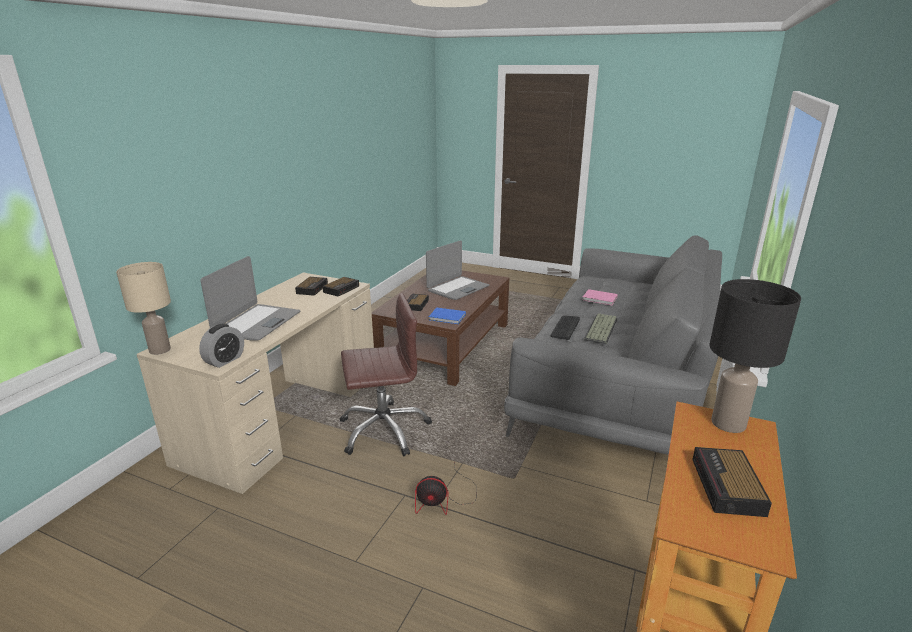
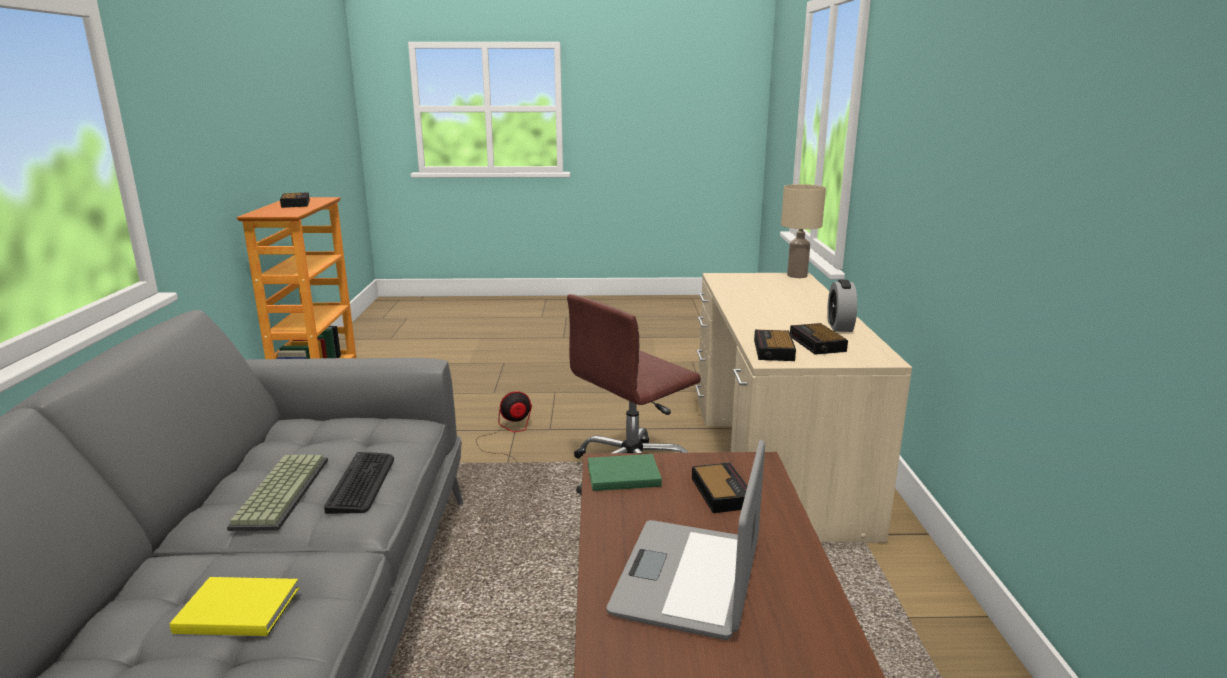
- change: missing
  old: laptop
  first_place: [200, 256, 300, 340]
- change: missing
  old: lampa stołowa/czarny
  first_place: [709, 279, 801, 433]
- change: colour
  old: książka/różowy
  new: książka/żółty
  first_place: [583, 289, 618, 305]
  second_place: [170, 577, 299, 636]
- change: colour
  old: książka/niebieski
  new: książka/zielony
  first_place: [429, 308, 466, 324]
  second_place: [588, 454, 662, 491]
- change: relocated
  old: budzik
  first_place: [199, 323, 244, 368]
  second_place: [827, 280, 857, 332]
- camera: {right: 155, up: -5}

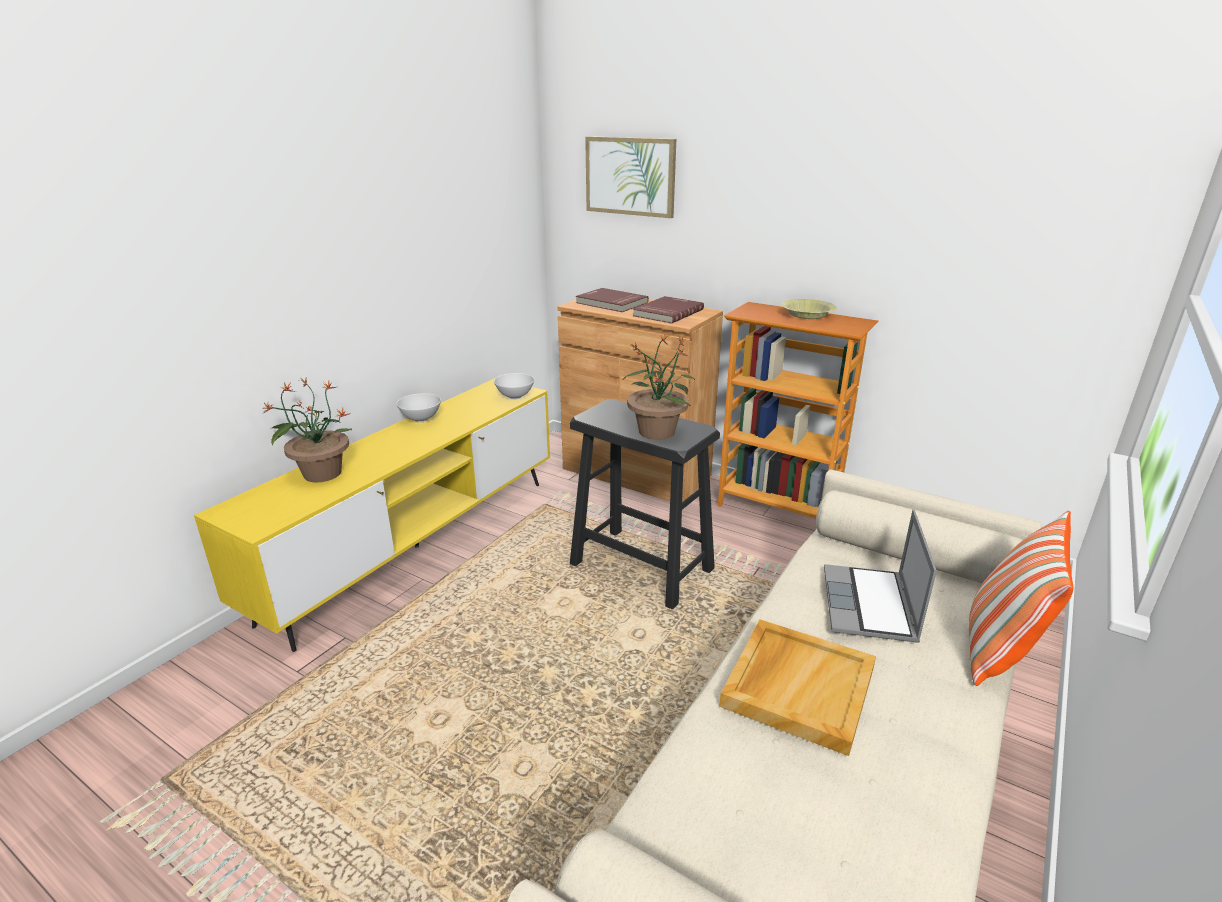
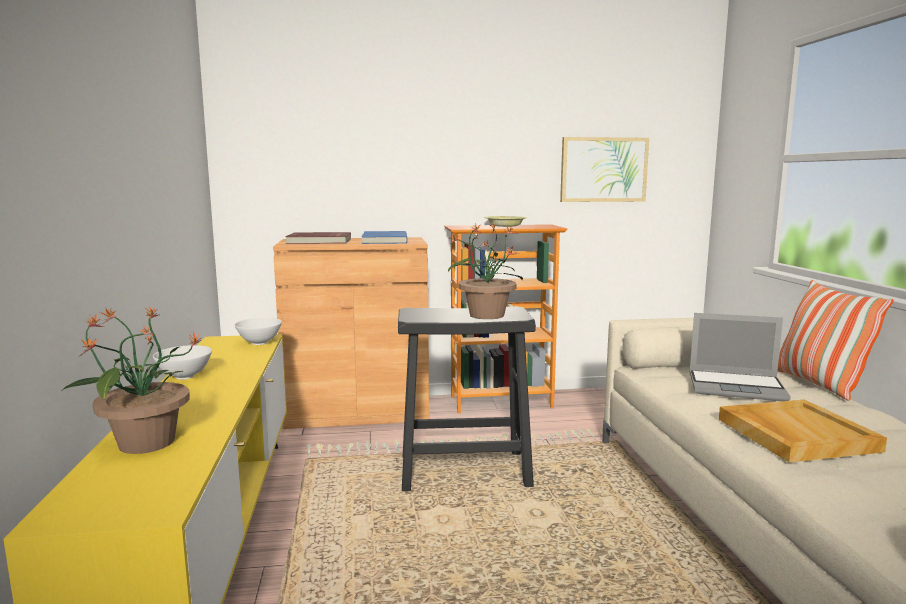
- change: relocated
  old: obraz
  first_place: [585, 136, 676, 218]
  second_place: [560, 137, 649, 202]
- change: colour
  old: książka/czerwony
  new: książka/niebieski
  first_place: [633, 296, 704, 324]
  second_place: [362, 231, 408, 244]
- change: spun
  old: laptop
  first_place: [824, 510, 937, 643]
  second_place: [689, 313, 791, 401]
  degrees: -45
- camera: {right: -40, up: -15}

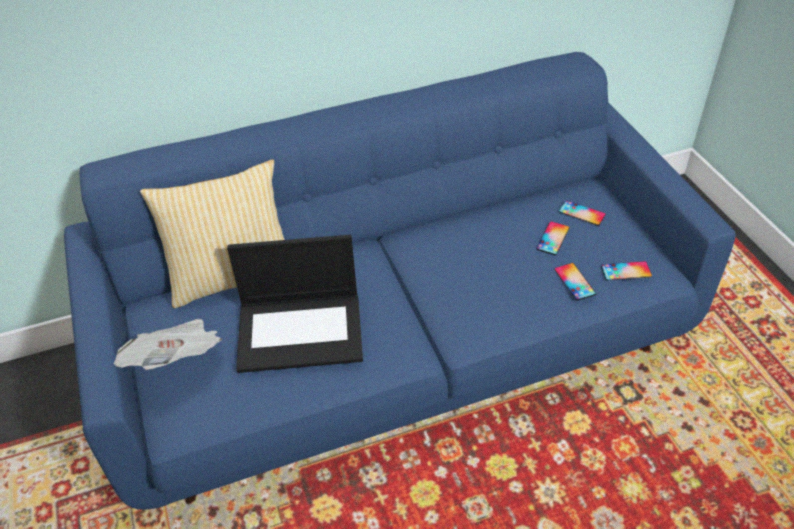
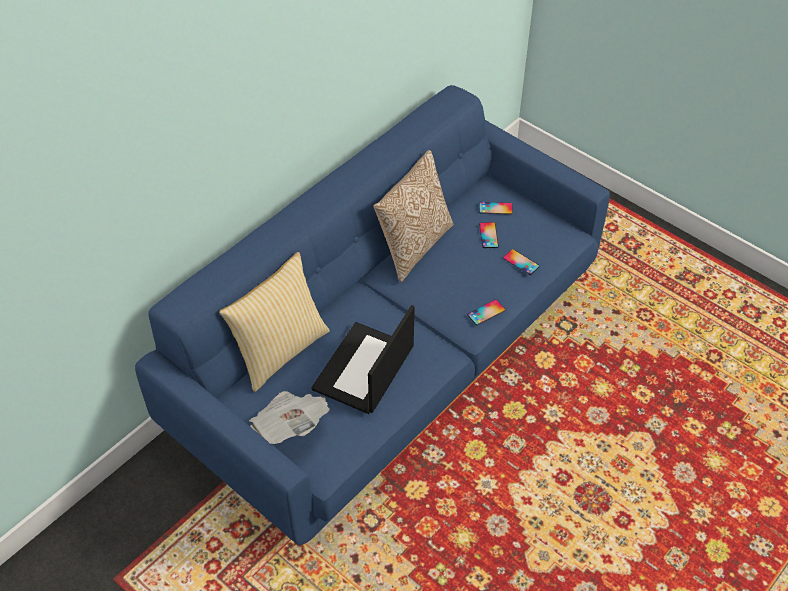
- change: spun
  old: laptop
  first_place: [227, 235, 363, 373]
  second_place: [311, 305, 415, 414]
  degrees: 150
- change: relocated
  old: telefon
  first_place: [601, 261, 652, 280]
  second_place: [467, 300, 505, 325]
- change: appeared
  new: poduszka
  second_place: [373, 150, 454, 282]
- camera: {right: -30, up: 5}

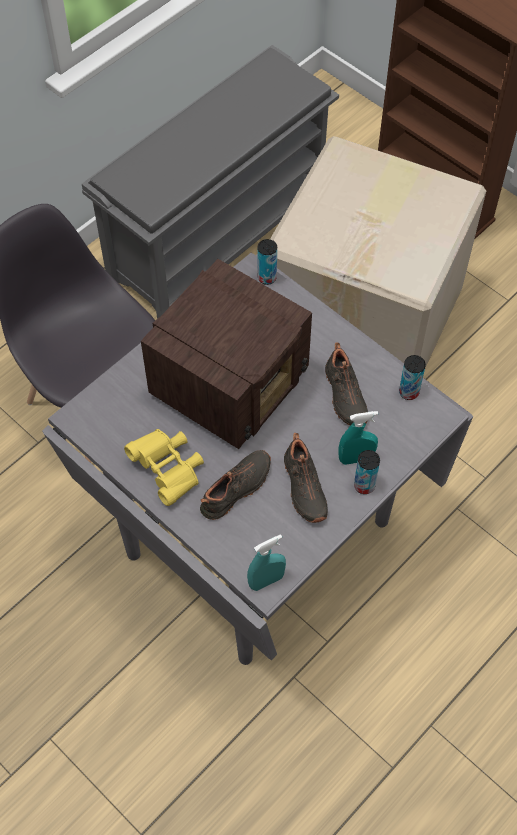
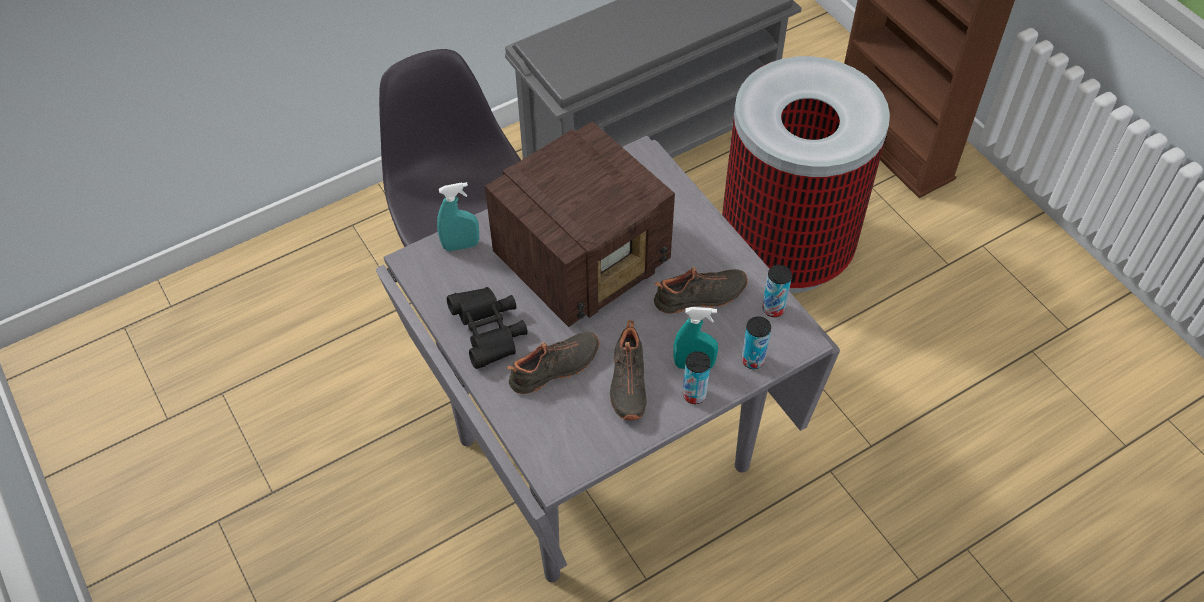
- change: exchanged
  old: karton
  new: kosz na śmieci
  first_place: [270, 136, 486, 368]
  second_place: [722, 56, 890, 293]
- change: relocated
  old: puszka
  first_place: [258, 239, 277, 285]
  second_place: [741, 316, 771, 369]
- change: spun
  old: but/czarny
  first_place: [325, 343, 368, 426]
  second_place: [654, 267, 748, 313]
  degrees: -105
- change: colour
  old: lornetka/żółty
  new: lornetka/czarny
  first_place: [124, 429, 204, 506]
  second_place: [447, 287, 528, 369]
- change: relocated
  old: spryskiwacz/turkusowy
  first_place: [247, 534, 286, 591]
  second_place: [437, 182, 479, 251]
- camera: {right: 15, up: -5}

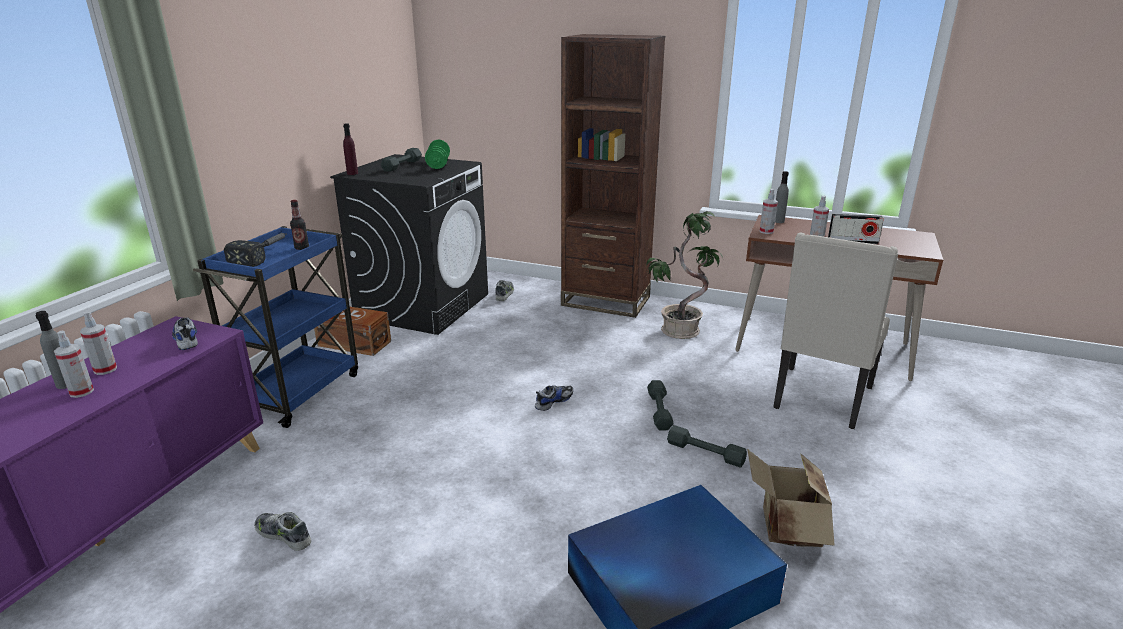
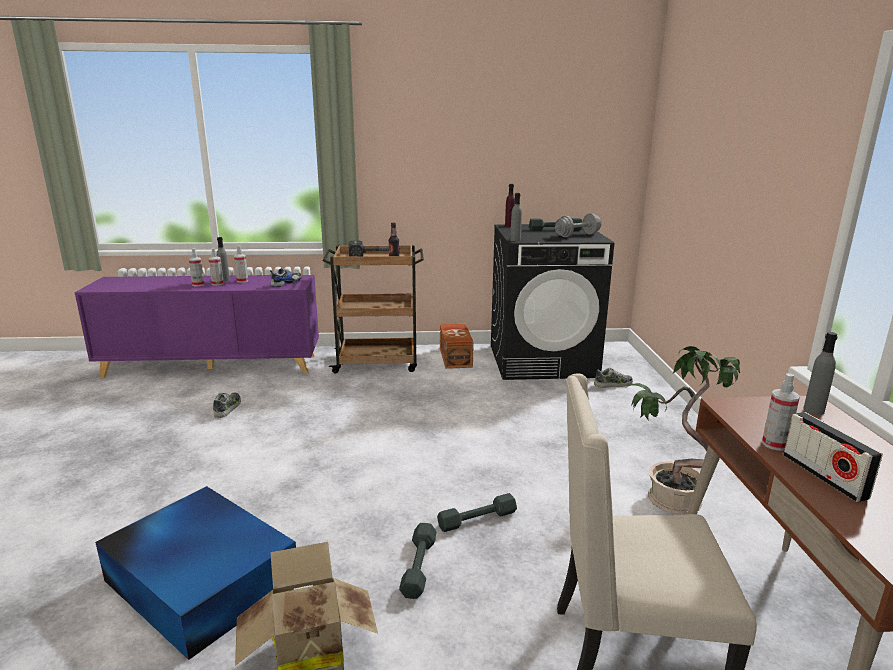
- change: missing
  old: regał/brązowy
  first_place: [561, 34, 665, 318]
- change: colour
  old: hantel/zielony
  new: hantel/szary
  first_place: [425, 140, 450, 169]
  second_place: [555, 213, 601, 237]
- change: relocated
  old: spryskiwacz
  first_place: [759, 189, 778, 234]
  second_place: [189, 248, 204, 286]
- change: colour
  old: wózek/niebieski
  new: wózek/brązowy
  first_place: [193, 226, 358, 428]
  second_place: [322, 245, 424, 373]
- change: missing
  old: but
  first_place: [535, 385, 573, 411]
- change: appeared
  new: butelka/szary
  second_place: [510, 193, 522, 241]
- camera: {right: 65, up: -5}

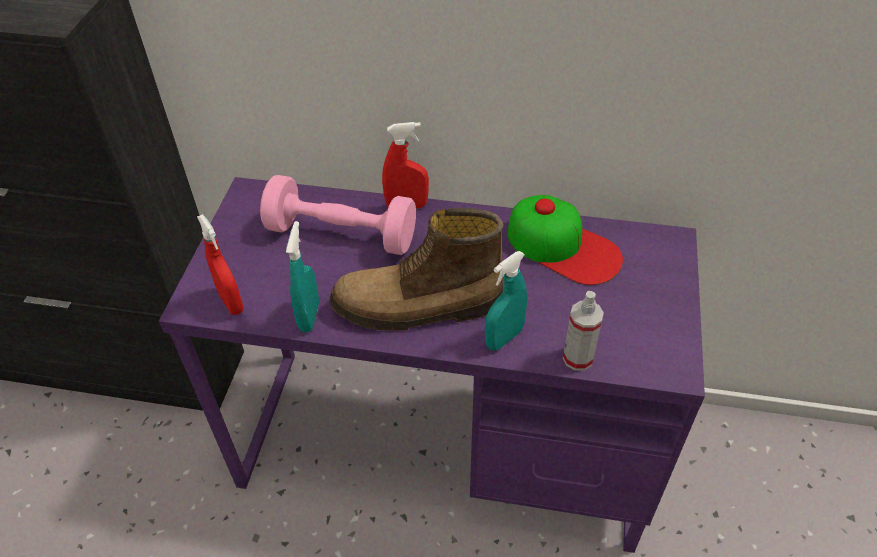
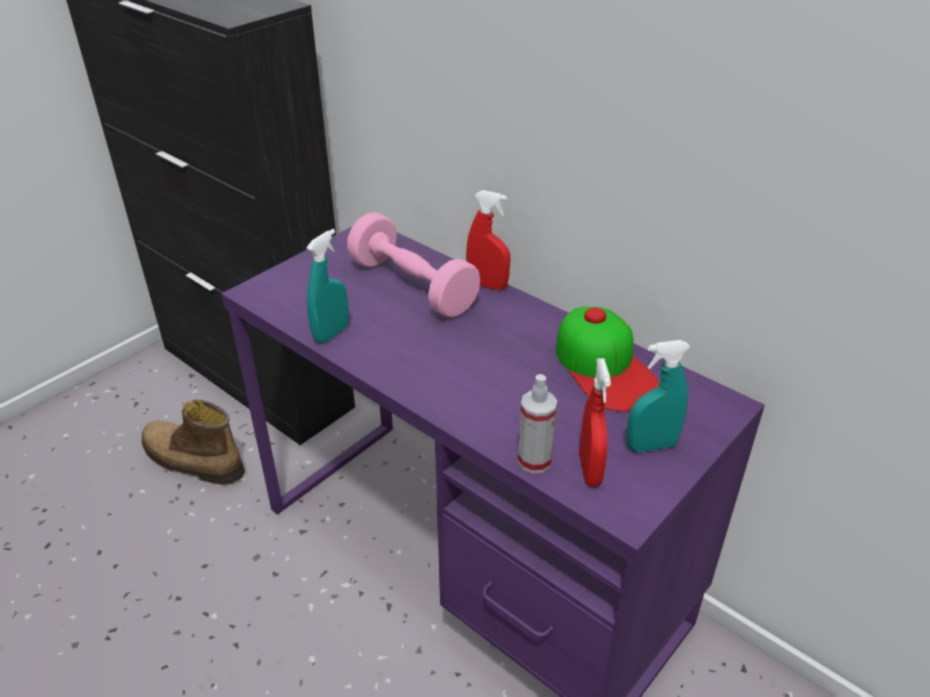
- change: relocated
  old: but z cholewką
  first_place: [329, 208, 503, 331]
  second_place: [142, 400, 245, 485]
- change: relocated
  old: spryskiwacz/czerwony
  first_place: [197, 214, 244, 315]
  second_place: [579, 358, 611, 487]
- change: relocated
  old: spryskiwacz/turkusowy
  first_place: [485, 251, 527, 351]
  second_place: [627, 340, 690, 452]
- camera: {right: 30, up: -10}

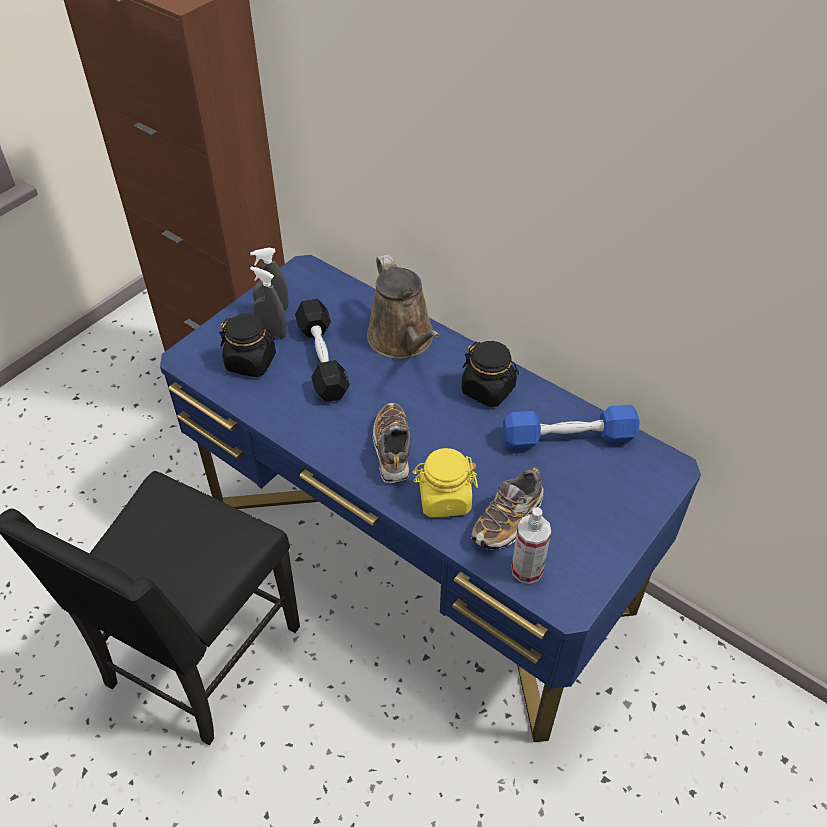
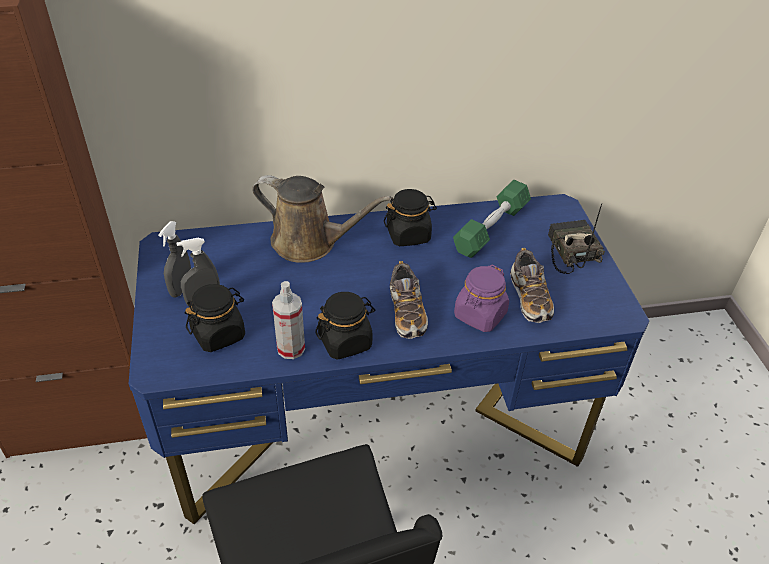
- change: missing
  old: hantel/czarny
  first_place: [295, 299, 350, 402]
- change: spun
  old: but
  first_place: [373, 403, 411, 483]
  second_place: [390, 261, 428, 339]
  degrees: -135
- change: colour
  old: hantel/niebieski
  new: hantel/zielony
  first_place: [503, 405, 640, 449]
  second_place: [453, 180, 531, 258]
- change: colour
  old: słoik/żółty
  new: słoik/fioletowy
  first_place: [412, 448, 478, 517]
  second_place: [454, 265, 509, 332]
- change: relocated
  old: spryskiwacz
  first_place: [511, 508, 551, 584]
  second_place: [272, 281, 305, 359]
- change: appeared
  new: radio
  second_place: [548, 204, 605, 274]
- change: appeared
  new: słoik/czarny
  second_place: [315, 292, 375, 360]
- camera: {right: -50, up: -5}

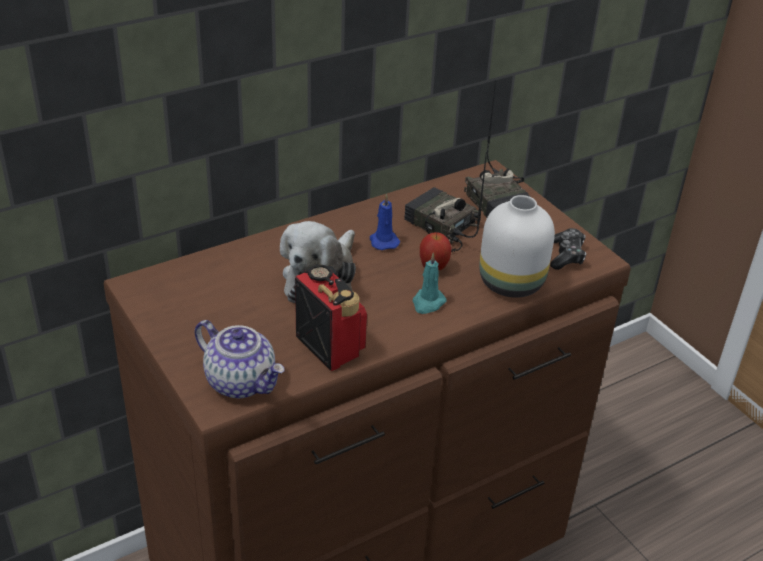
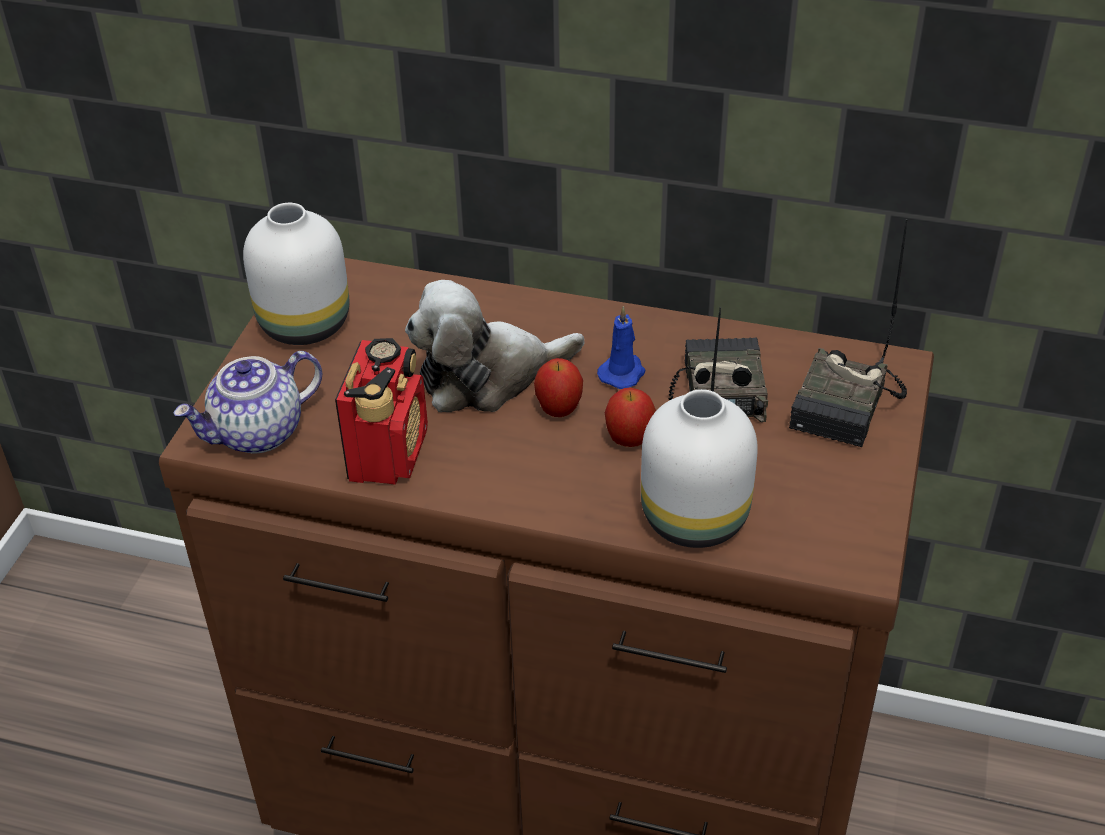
- change: missing
  old: pad do gier
  first_place: [550, 228, 586, 270]
- change: missing
  old: świeca/turkusowy
  first_place: [412, 253, 446, 314]
- change: spun
  old: imbryk
  first_place: [195, 320, 285, 398]
  second_place: [173, 351, 322, 453]
  degrees: 60
- change: appeared
  new: wazon/biały
  second_place: [243, 203, 349, 345]
- change: appeared
  new: jabłko
  second_place: [534, 358, 583, 417]
- camera: {right: 50, up: 5}

